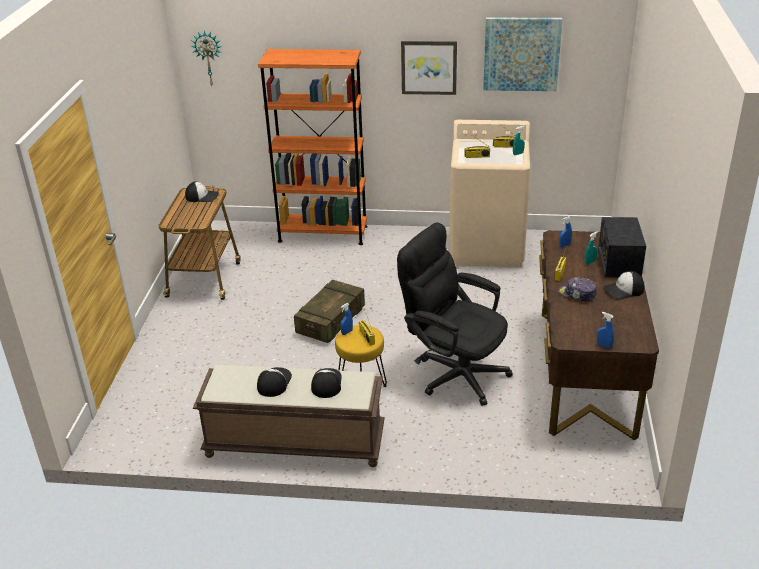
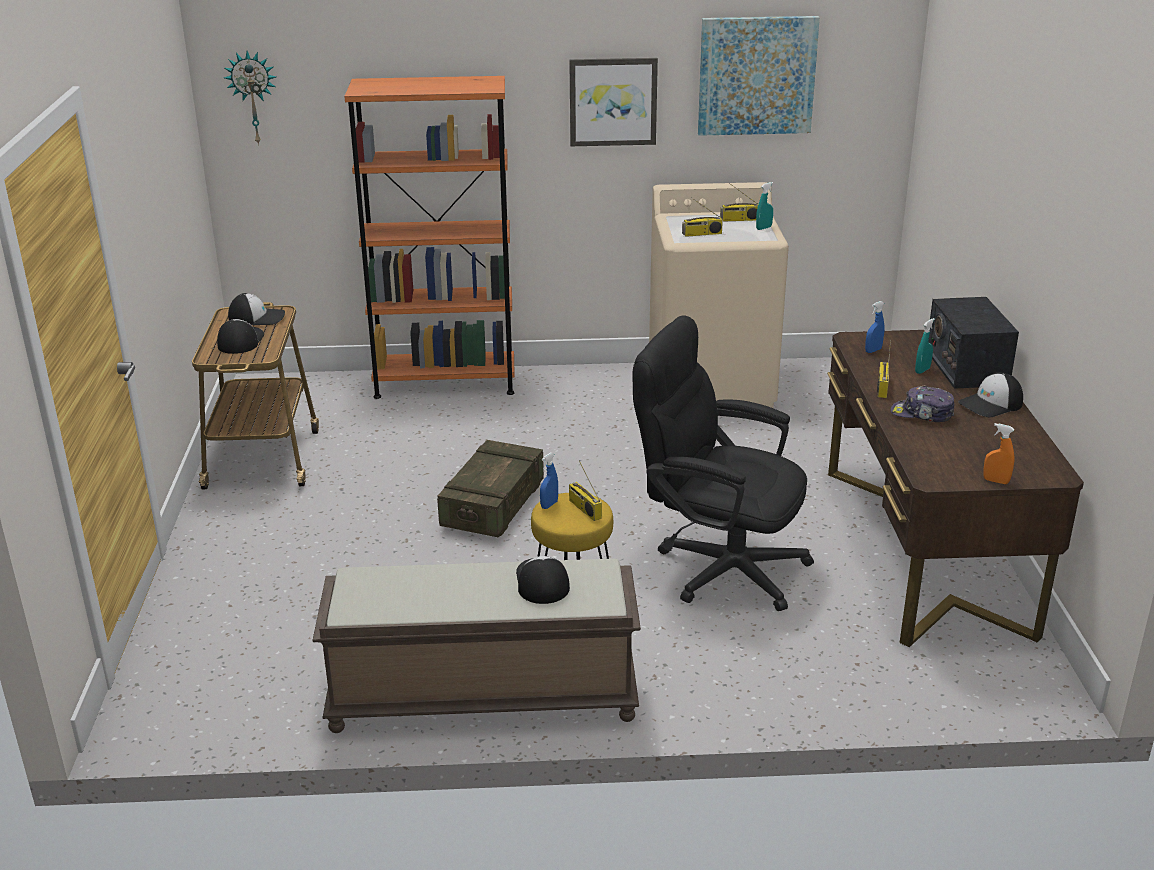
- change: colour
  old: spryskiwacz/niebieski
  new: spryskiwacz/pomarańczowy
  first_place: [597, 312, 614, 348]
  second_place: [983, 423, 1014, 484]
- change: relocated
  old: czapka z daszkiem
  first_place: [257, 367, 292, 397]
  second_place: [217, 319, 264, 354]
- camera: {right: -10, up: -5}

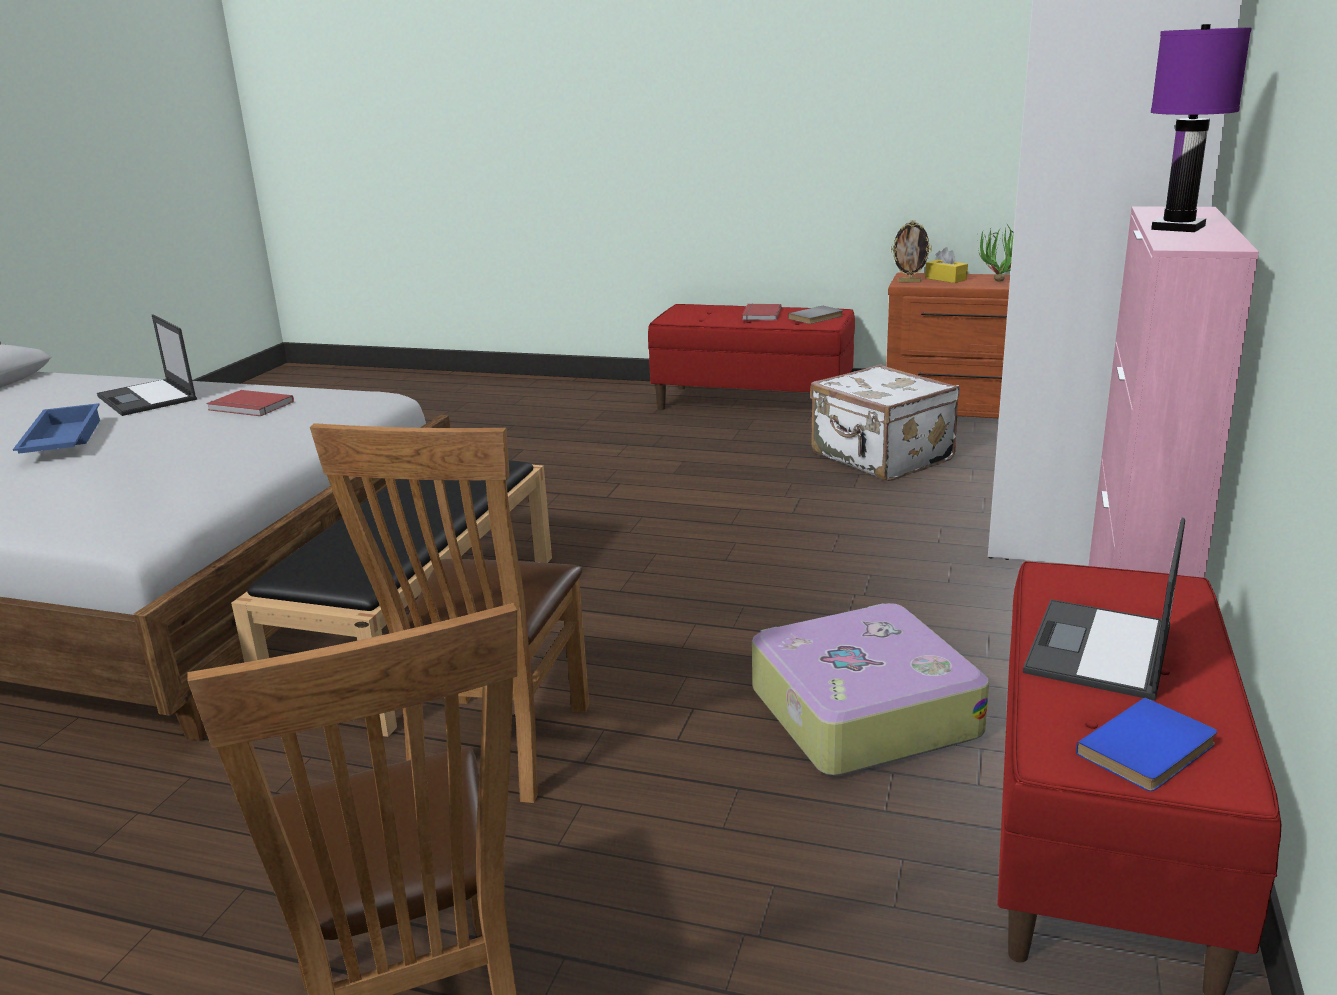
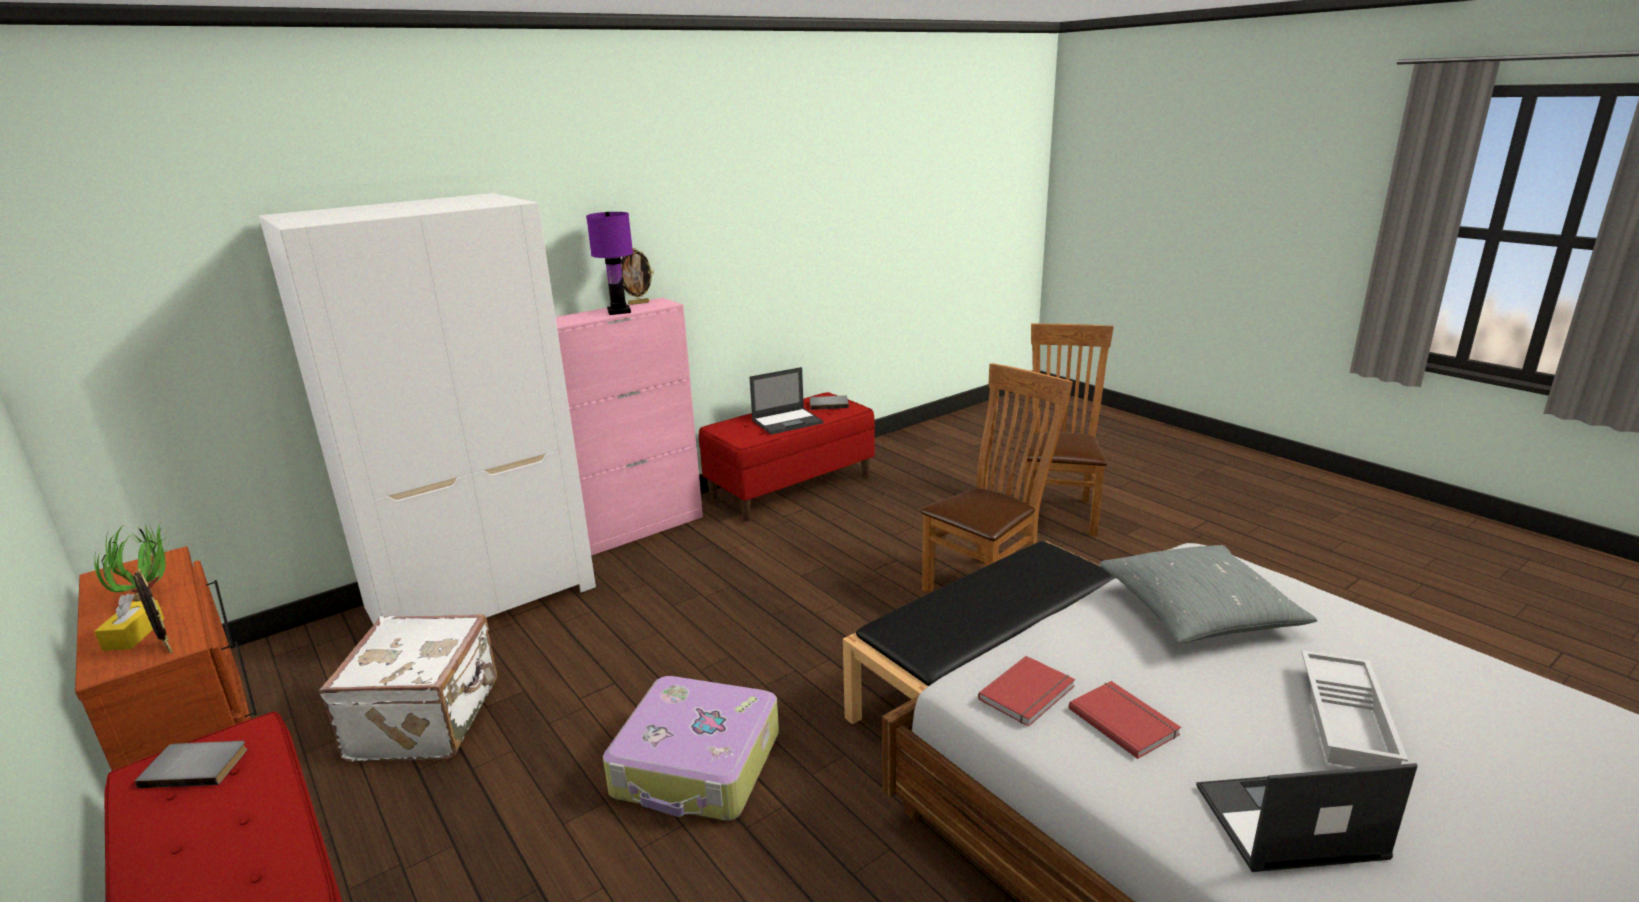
- change: relocated
  old: książka/czerwony
  first_place: [742, 304, 782, 321]
  second_place: [978, 656, 1075, 727]
- change: spun
  old: laptop
  first_place: [97, 314, 197, 416]
  second_place: [1196, 763, 1417, 872]
  degrees: -90
- change: colour
  old: taca/niebieski
  new: taca/biały
  first_place: [13, 403, 100, 454]
  second_place: [1301, 650, 1408, 768]
- change: relocated
  old: walizka
  first_place: [752, 603, 989, 776]
  second_place: [603, 676, 779, 821]
- change: colour
  old: książka/niebieski
  new: książka/szary
  first_place: [1076, 698, 1217, 791]
  second_place: [810, 396, 849, 410]
- change: appeared
  new: ramka na zdjęcie
  second_place: [621, 248, 654, 305]
- change: appeared
  new: poduszka/szary
  second_place: [1099, 545, 1318, 643]
- camera: {right: -145, up: 0}

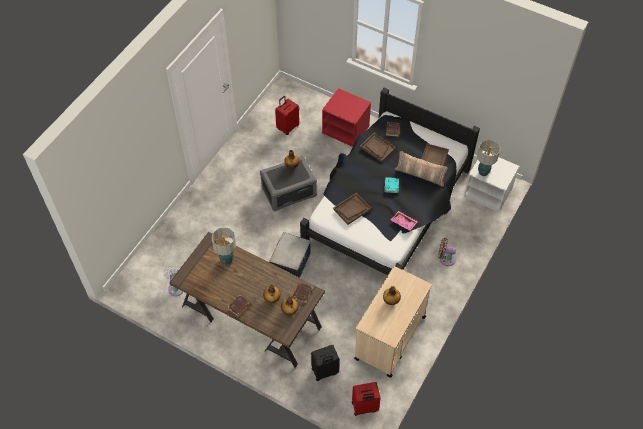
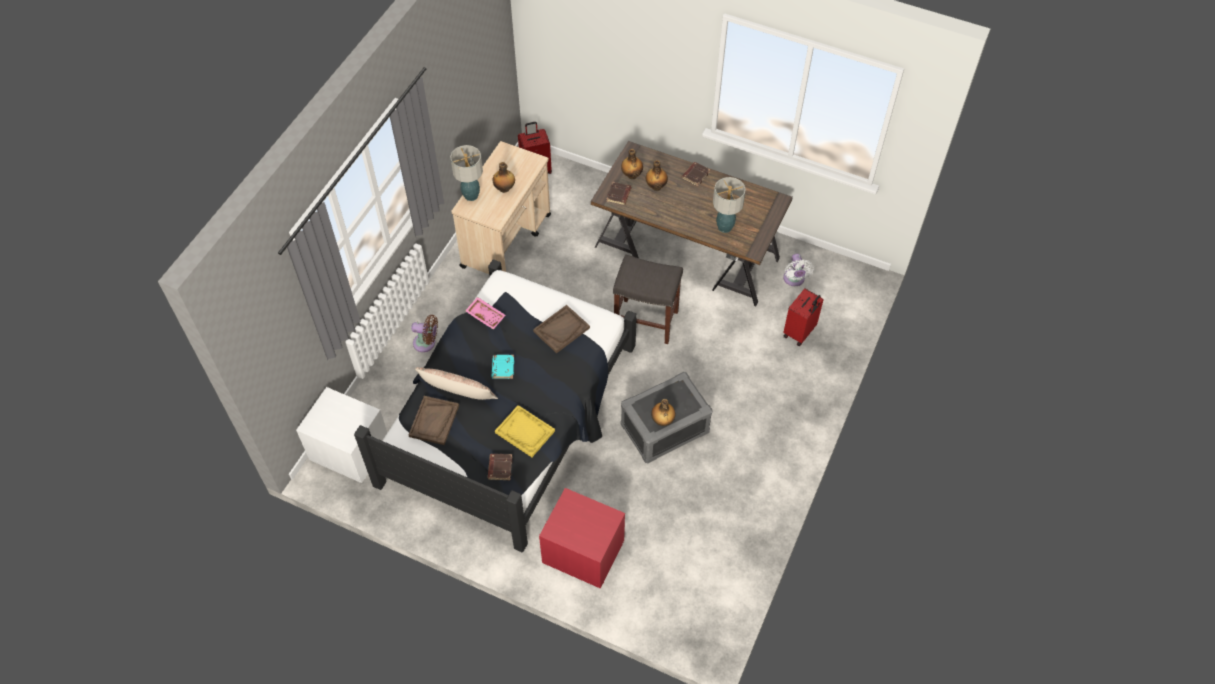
- change: relocated
  old: walizka/czerwony
  first_place: [275, 96, 299, 135]
  second_place: [783, 289, 824, 346]
- change: colour
  old: taca/brązowy
  new: taca/żółty
  first_place: [360, 133, 396, 162]
  second_place: [495, 405, 555, 457]
- change: relocated
  old: lampa stołowa
  first_place: [477, 140, 500, 176]
  second_place: [450, 145, 483, 201]
- change: exchanged
  old: pojemnik do przechowywania
  new: stołek/szary
  first_place: [269, 232, 311, 278]
  second_place: [613, 255, 683, 344]
- change: missing
  old: walizka/czarny
  first_place: [311, 345, 339, 381]
- camera: {right: 175, up: 0}

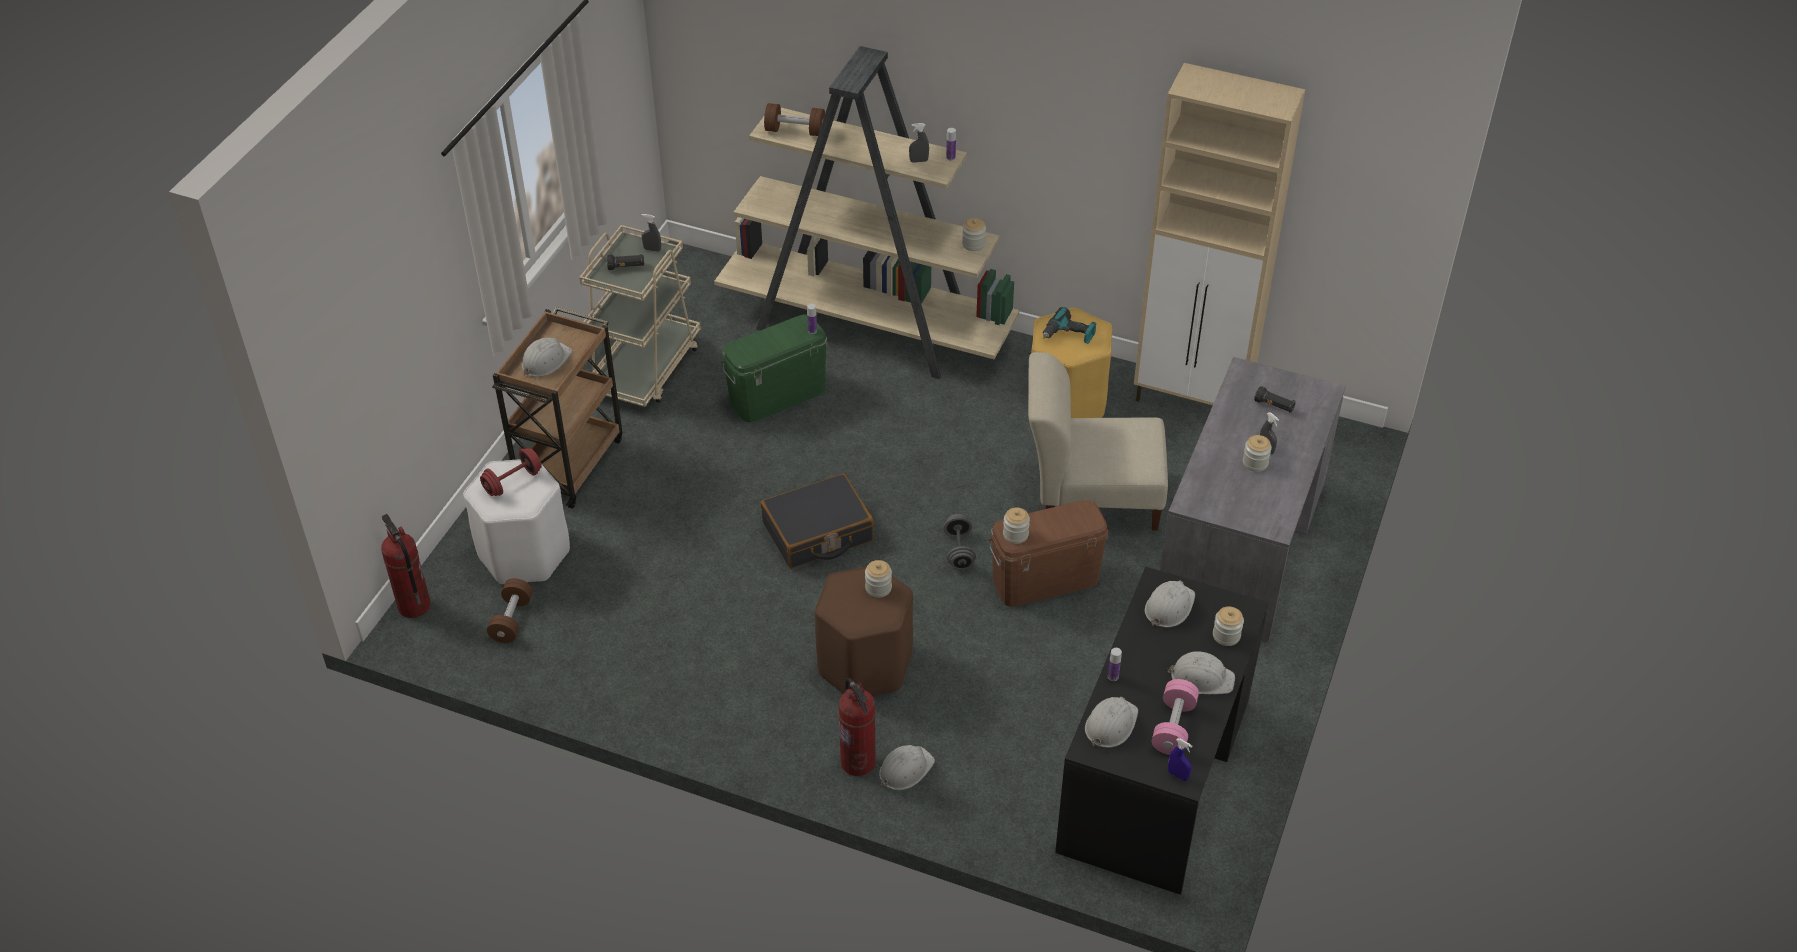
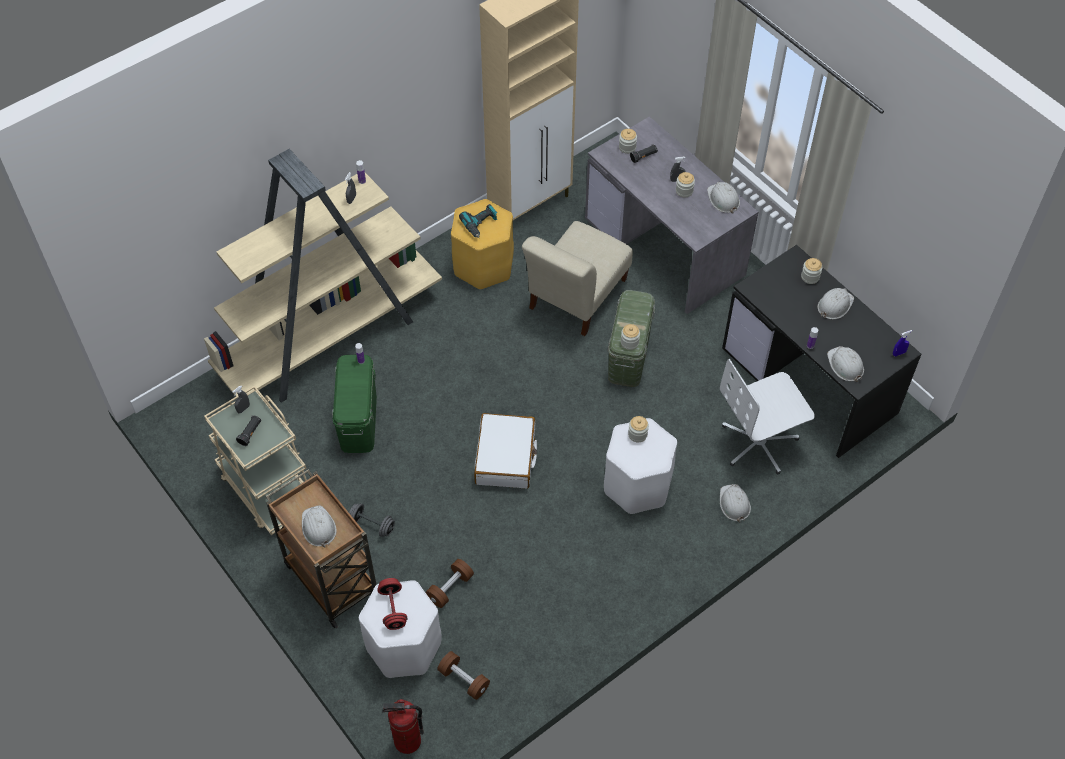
- change: relocated
  old: hantel/brązowy
  first_place: [764, 103, 825, 136]
  second_place: [426, 559, 474, 608]
- change: relocated
  old: słoik
  first_place: [962, 218, 986, 251]
  second_place: [619, 129, 637, 154]
- change: colour
  old: walizka/czarny
  new: walizka/biały
  first_place: [761, 474, 874, 568]
  second_place: [474, 413, 537, 489]
- change: colour
  old: pojemnik do przechowywania/brązowy
  new: pojemnik do przechowywania/zielony
  first_place: [988, 500, 1110, 607]
  second_place: [608, 290, 655, 387]
- change: relocated
  old: hantel/szary
  first_place: [944, 514, 976, 570]
  second_place: [349, 503, 395, 537]
- change: colour
  old: stołek/brązowy
  new: stołek/biały
  first_place: [815, 566, 913, 696]
  second_place: [604, 418, 677, 514]
- change: relocated
  old: kask/biały
  first_place: [1145, 581, 1195, 627]
  second_place: [707, 182, 740, 214]
- change: missing
  old: gaśnica
  first_place: [838, 678, 876, 776]
- change: missing
  old: hantel/różowy
  first_place: [1152, 679, 1199, 755]
- change: appeared
  new: krzesło biurowe/biały
  second_place: [720, 359, 815, 475]
- camera: {right: -60, up: 10}

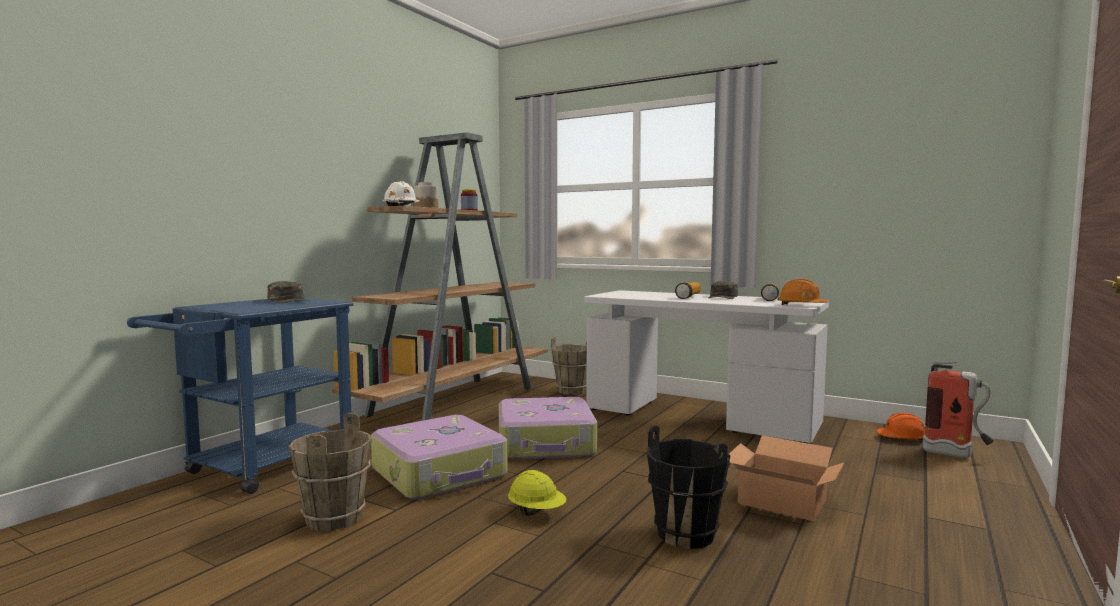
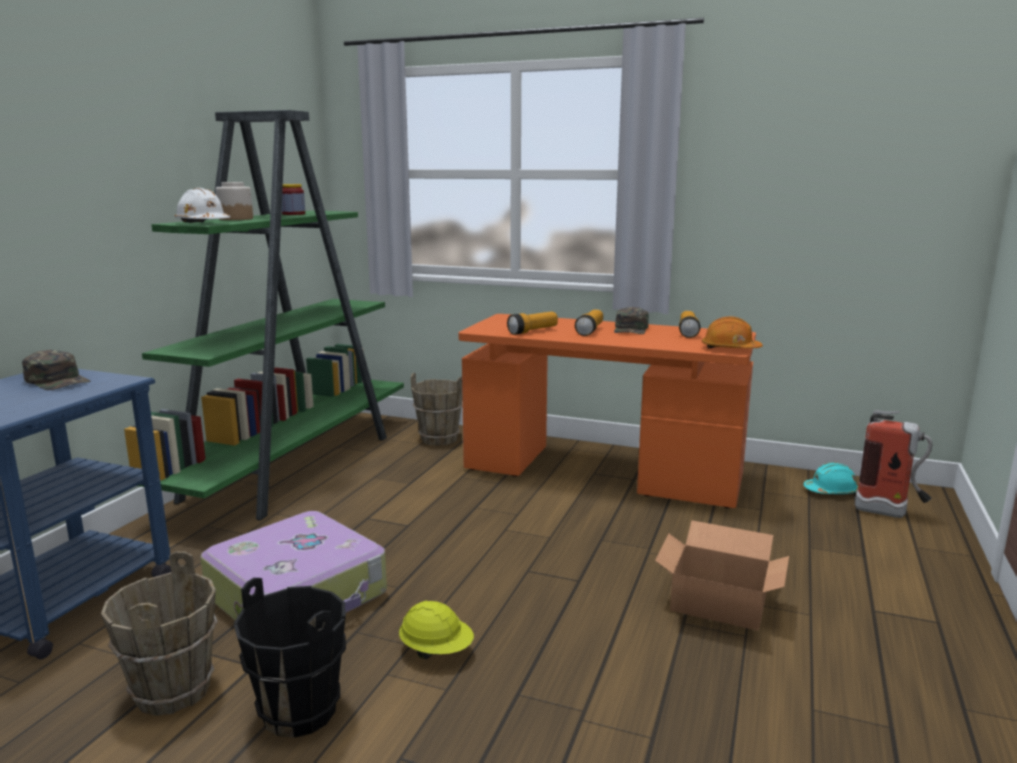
- change: colour
  old: regał/brązowy
  new: regał/zielony
  first_place: [331, 132, 548, 421]
  second_place: [124, 110, 404, 521]
- change: colour
  old: biurko/biały
  new: biurko/pomarańczowy
  first_place: [584, 290, 829, 443]
  second_place: [458, 314, 756, 508]
- change: missing
  old: walizka
  first_place: [499, 397, 597, 460]
- change: colour
  old: kask/pomarańczowy
  new: kask/turkusowy
  first_place: [877, 413, 925, 441]
  second_place: [803, 462, 859, 494]
- change: relocated
  old: wiadro/czarny
  first_place: [647, 425, 730, 549]
  second_place: [234, 578, 346, 738]
- change: appeared
  new: latarka
  second_place: [507, 312, 558, 335]
- camera: {right: -10, up: 10}

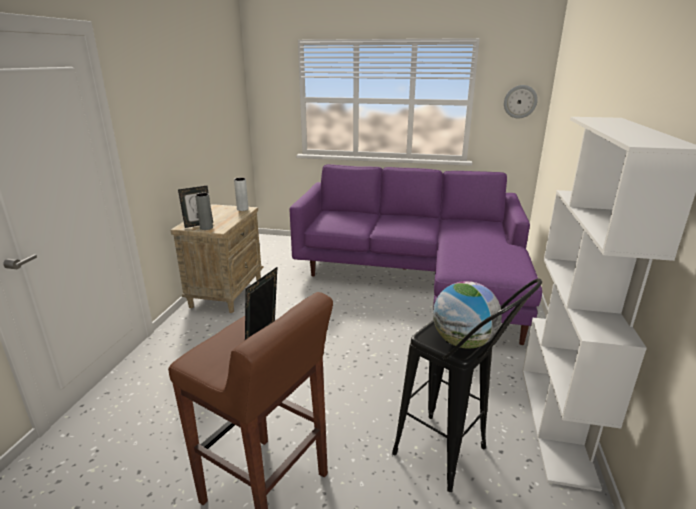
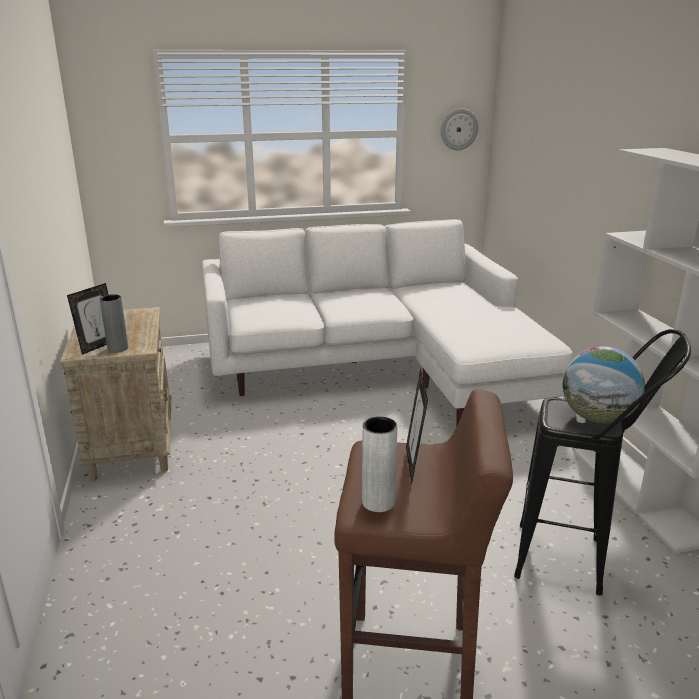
- change: colour
  old: kanapa/fioletowy
  new: kanapa/biały
  first_place: [289, 164, 542, 345]
  second_place: [202, 219, 573, 427]
- change: relocated
  old: wazon/szary
  first_place: [234, 178, 249, 211]
  second_place: [362, 416, 397, 512]
- camera: {right: -25, up: 0}

